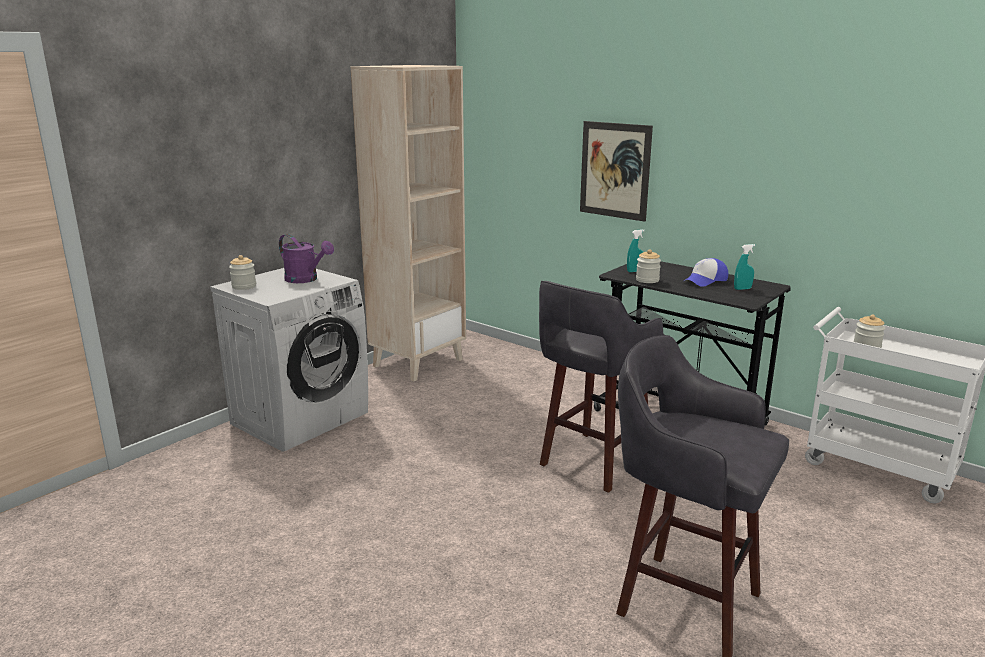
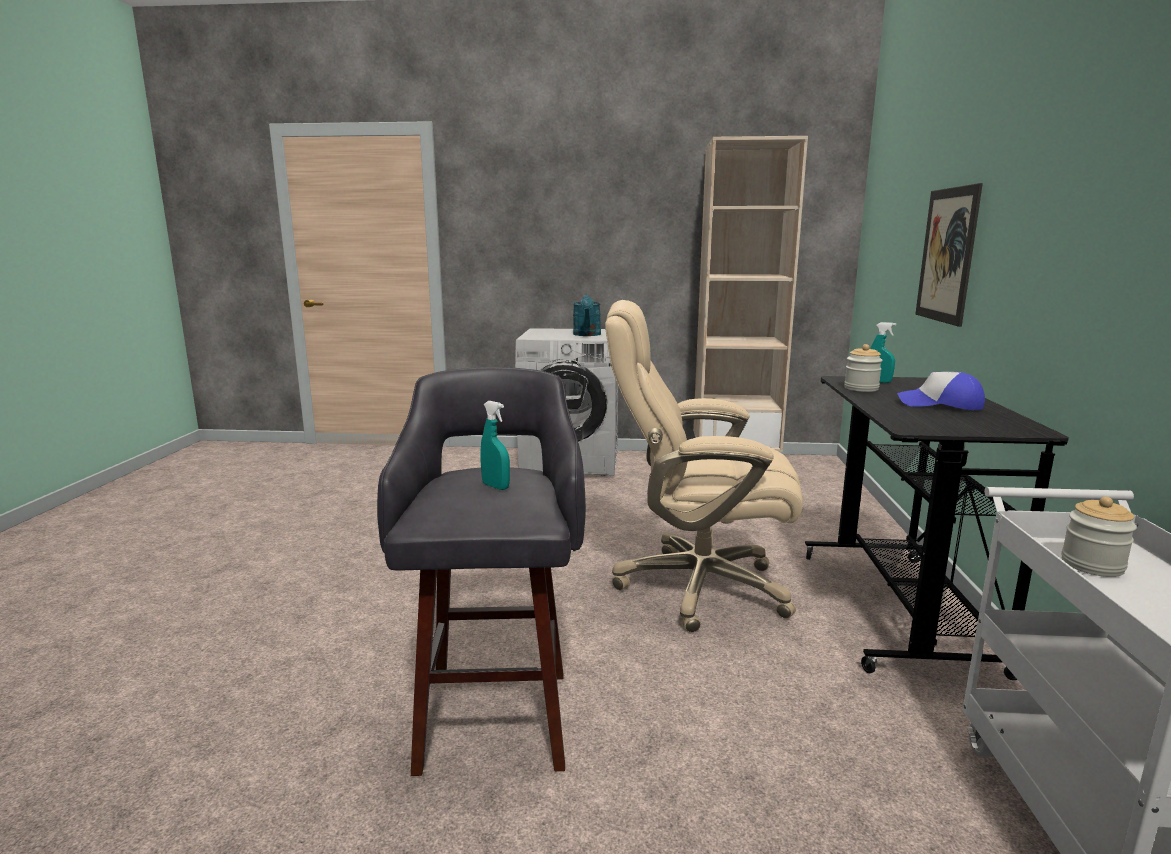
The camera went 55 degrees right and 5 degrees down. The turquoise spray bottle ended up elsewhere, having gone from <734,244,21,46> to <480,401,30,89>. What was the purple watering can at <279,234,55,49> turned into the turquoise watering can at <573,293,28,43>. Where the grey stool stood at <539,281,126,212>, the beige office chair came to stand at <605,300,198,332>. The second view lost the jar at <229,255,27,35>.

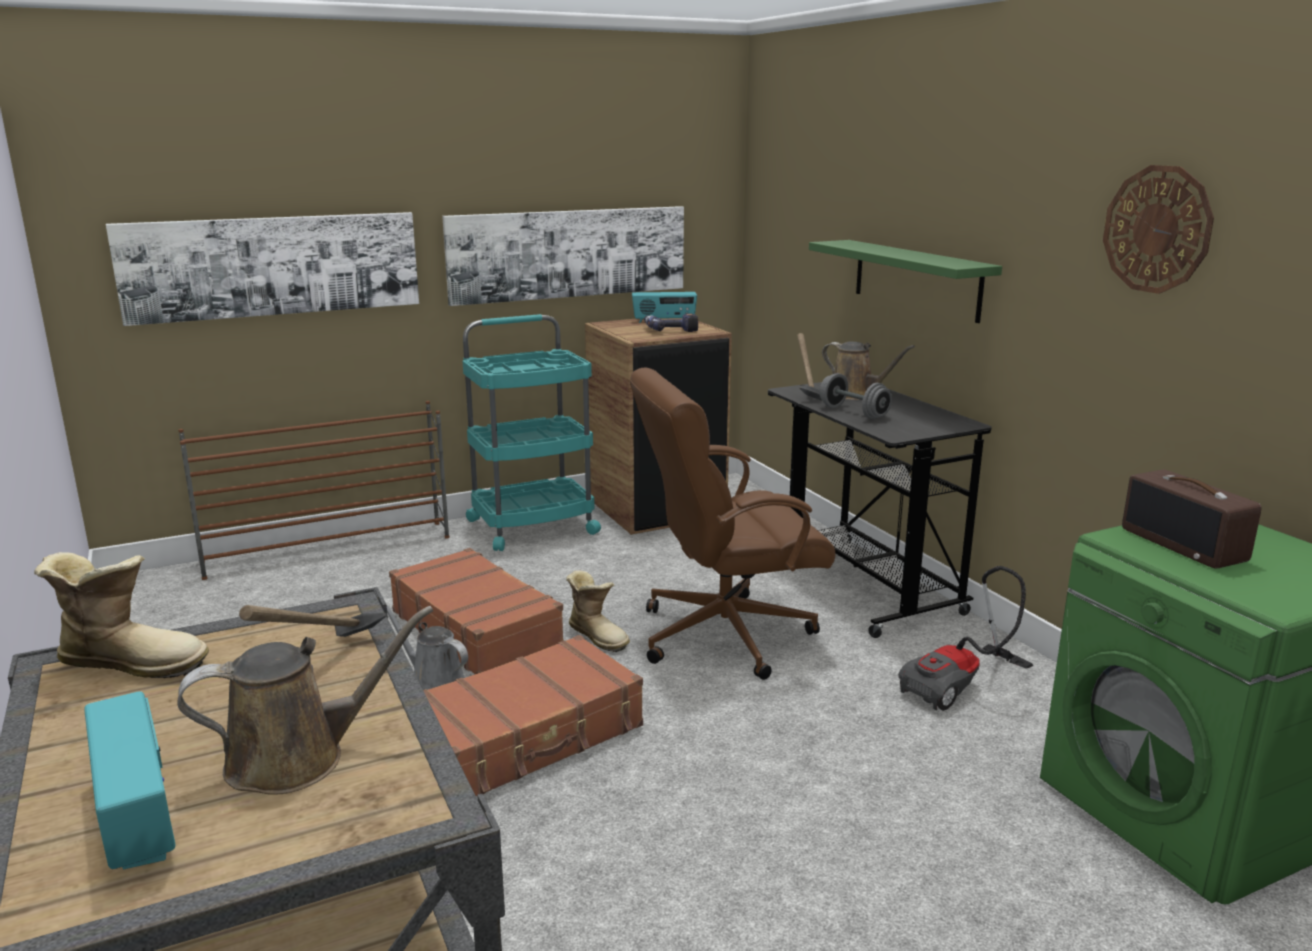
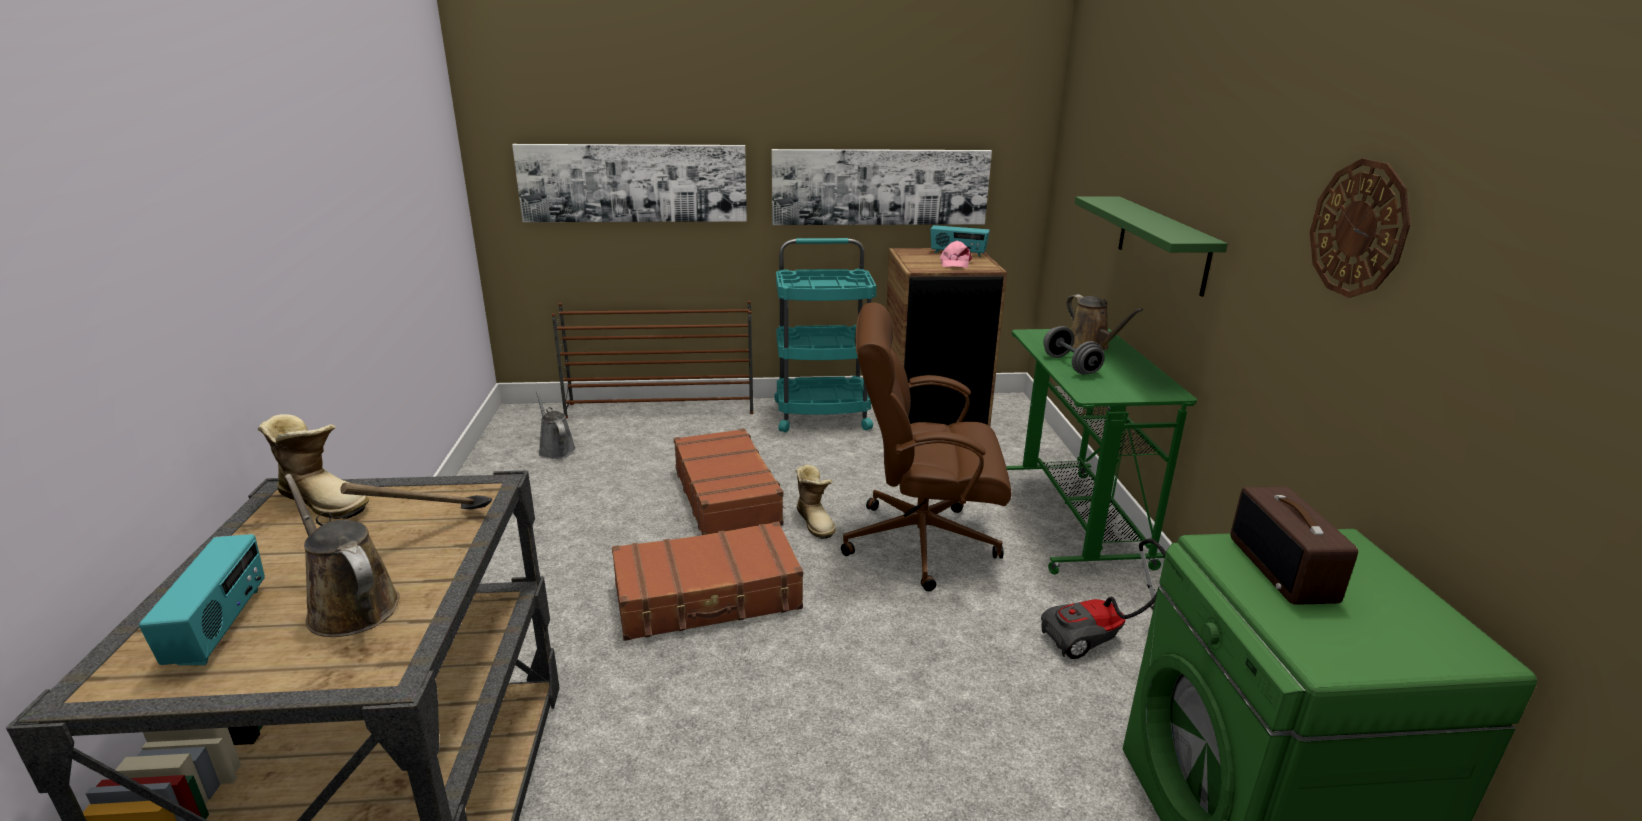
The camera went 20 degrees right and 5 degrees up. The brown watering can at <177,606,256,189> ended up facing another way, 135 degrees counterclockwise from before. The grey watering can ended up elsewhere, having gone from <387,605,81,85> to <536,391,40,68>. Where the power drill stood at <644,314,54,18>, the pink cap came to stand at <940,241,32,27>. What was the black desk at <768,382,224,256> turned into the green desk at <1006,329,191,246>. The second view lost the hammer at <797,333,25,68>.

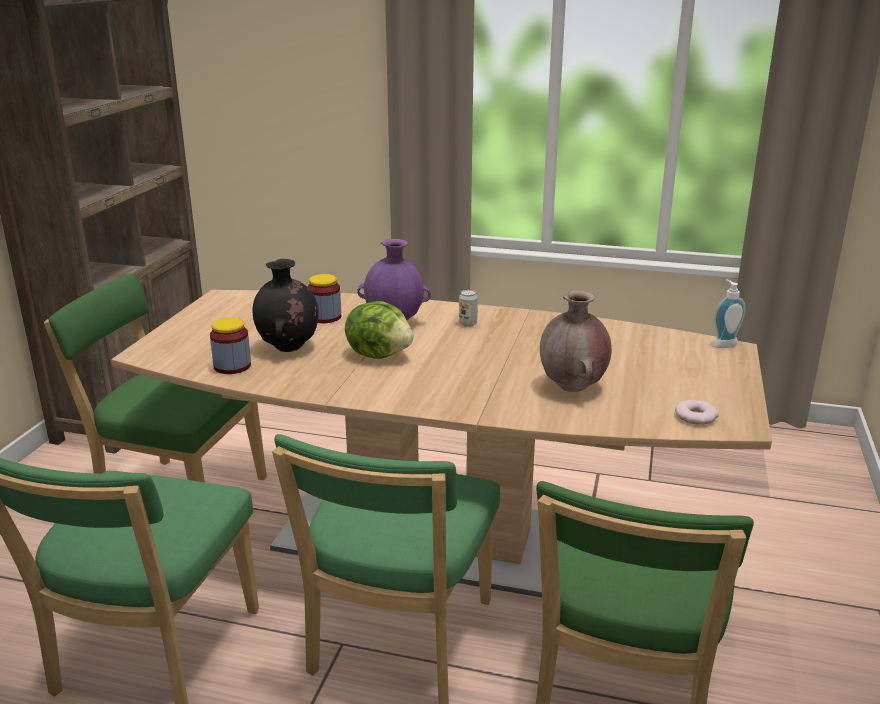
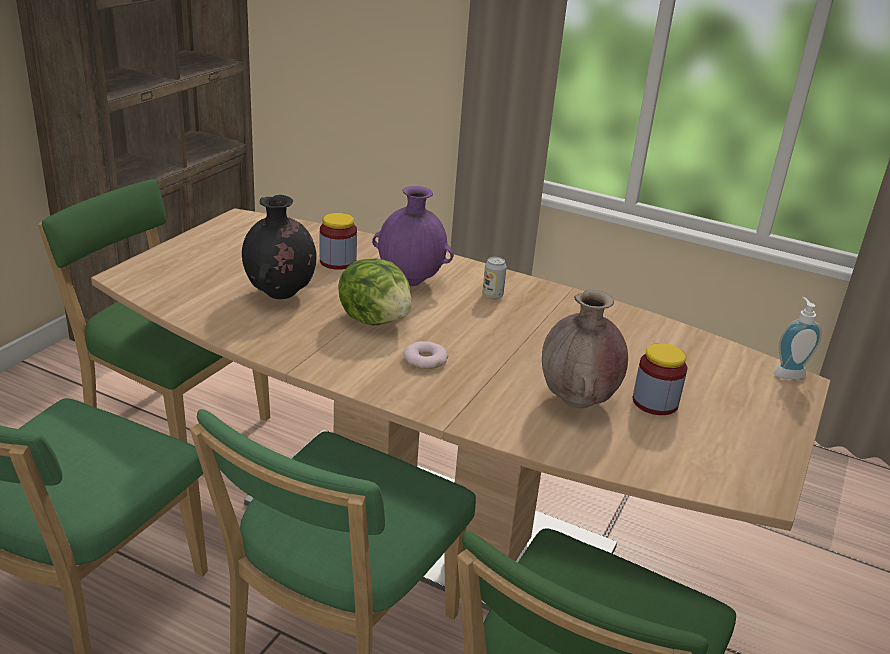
The camera went 10 degrees right and 5 degrees up. The donut ended up elsewhere, having gone from <675,400,44,25> to <403,341,45,28>. The jar ended up elsewhere, having gone from <210,318,41,56> to <633,343,55,72>.

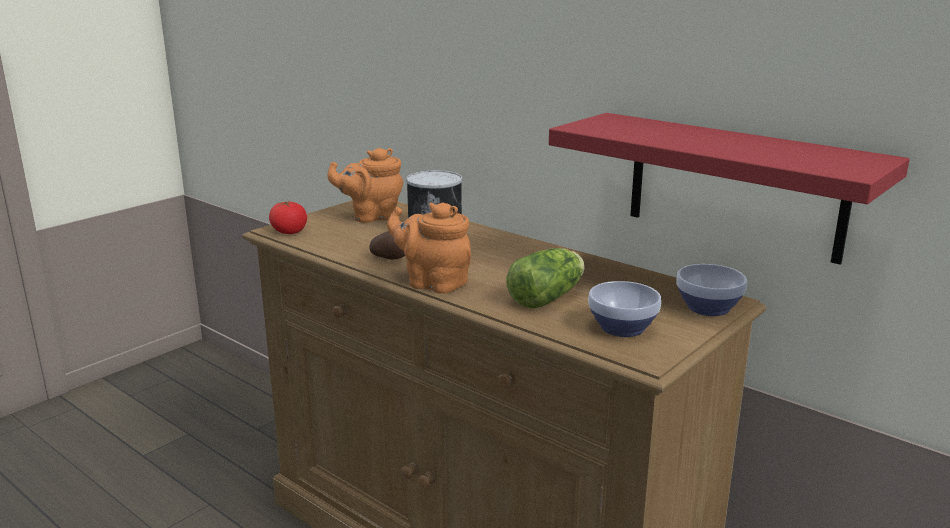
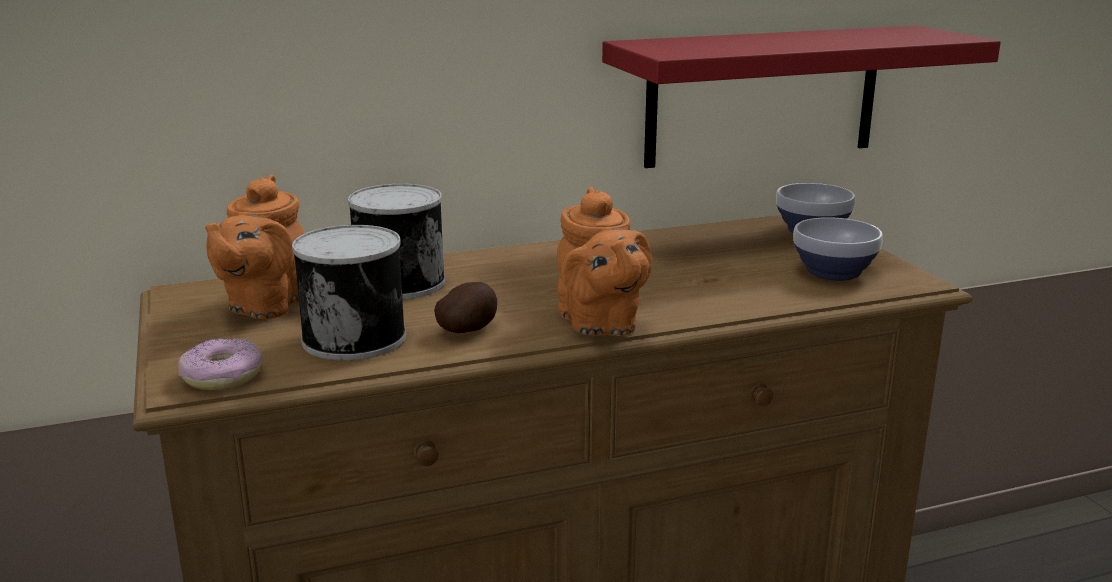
The camera went 60 degrees left and 0 degrees up. Where the tomato stood at <269,201,38,33>, the donut came to stand at <178,338,85,52>. The second view gained the can at <292,225,114,136>. The orange teapot at <387,202,84,92> ended up facing another way, 75 degrees counterclockwise from before. The second view lost the lettuce at <506,248,79,60>.

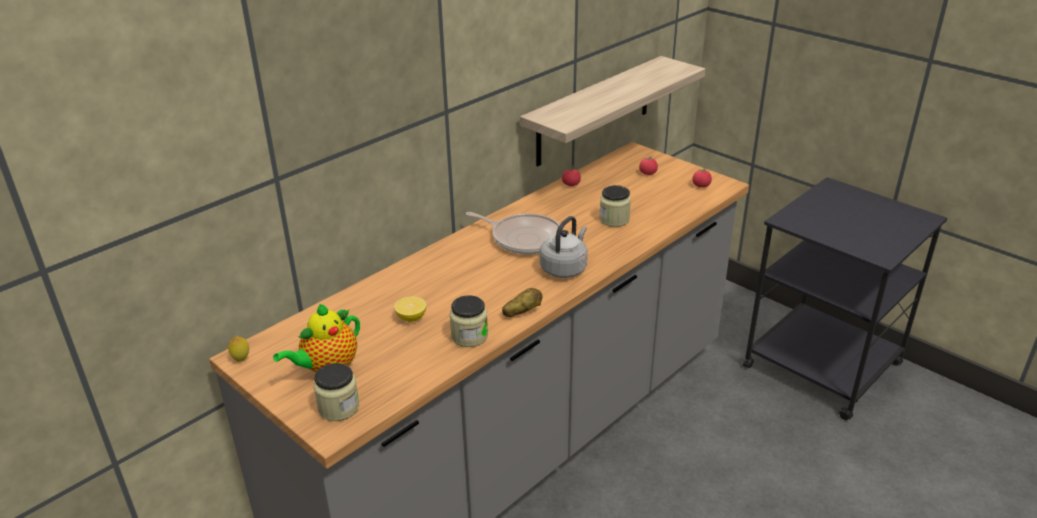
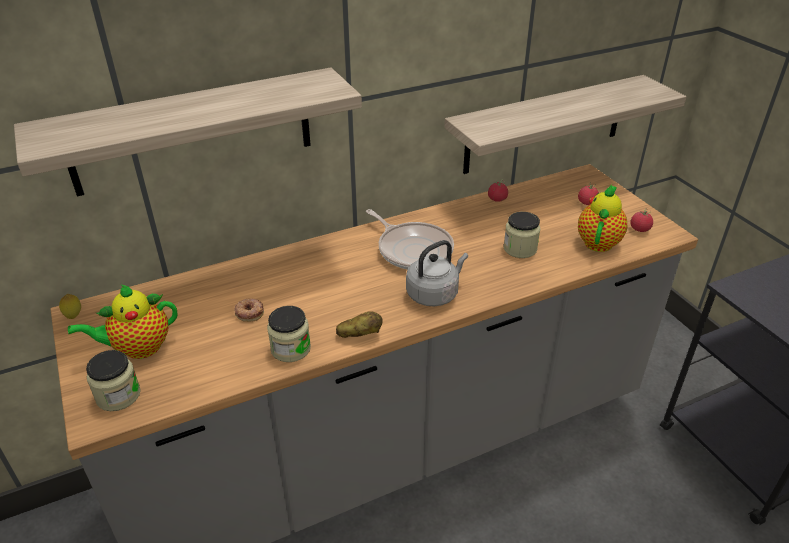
The camera went 20 degrees right and 5 degrees up. The second view gained the shelf at <14,67,348,129>. Where the lemon stood at <394,297,33,25>, the donut came to stand at <235,298,29,24>. The second view gained the teapot at <578,184,49,68>.

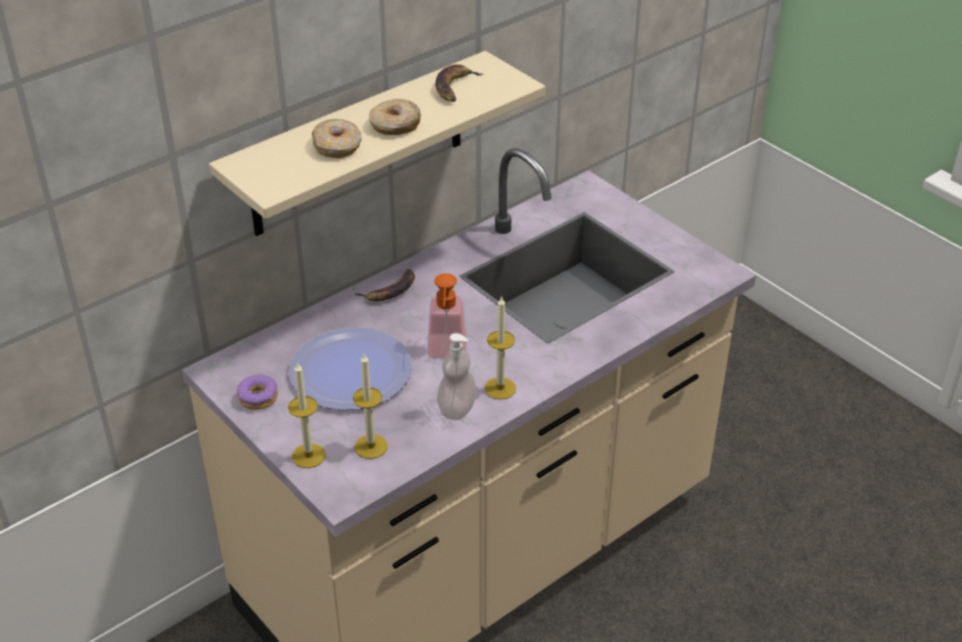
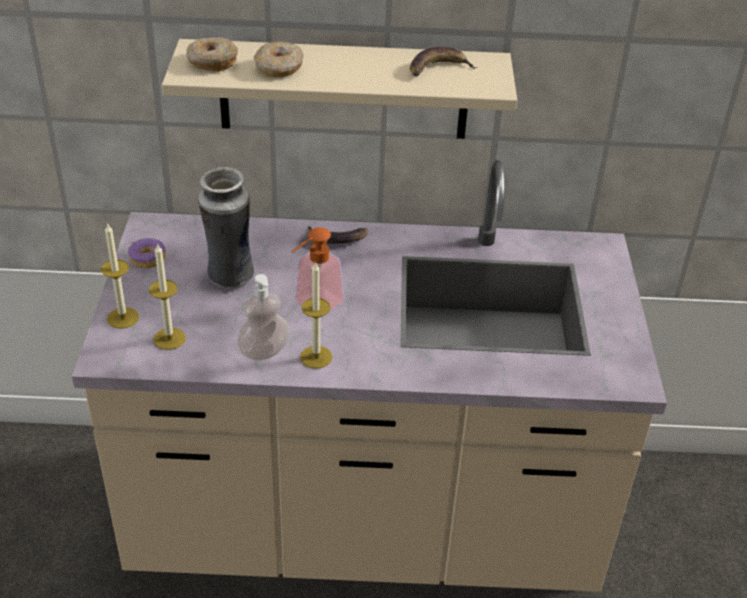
The camera went 40 degrees right and 0 degrees up. The donut ended up elsewhere, having gone from <369,99,52,36> to <186,37,52,35>. Where the plate stood at <289,327,123,83>, the vase came to stand at <198,167,56,122>.

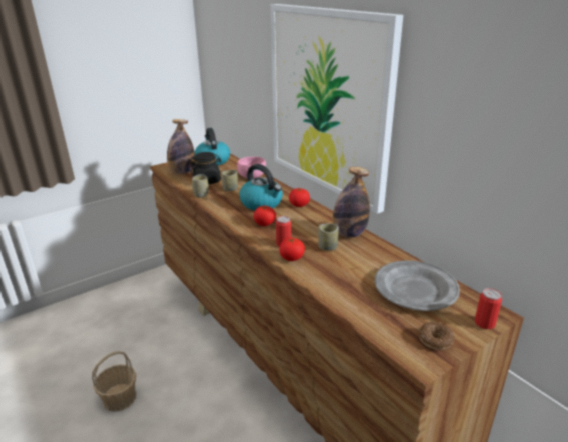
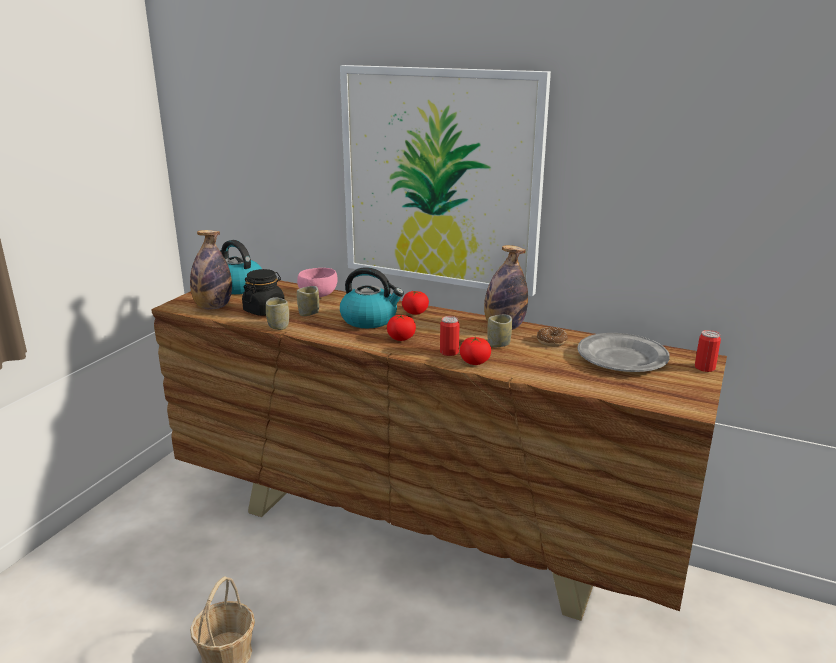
The camera went 30 degrees left and 5 degrees down. The donut ended up elsewhere, having gone from <418,322,37,28> to <537,327,31,19>.

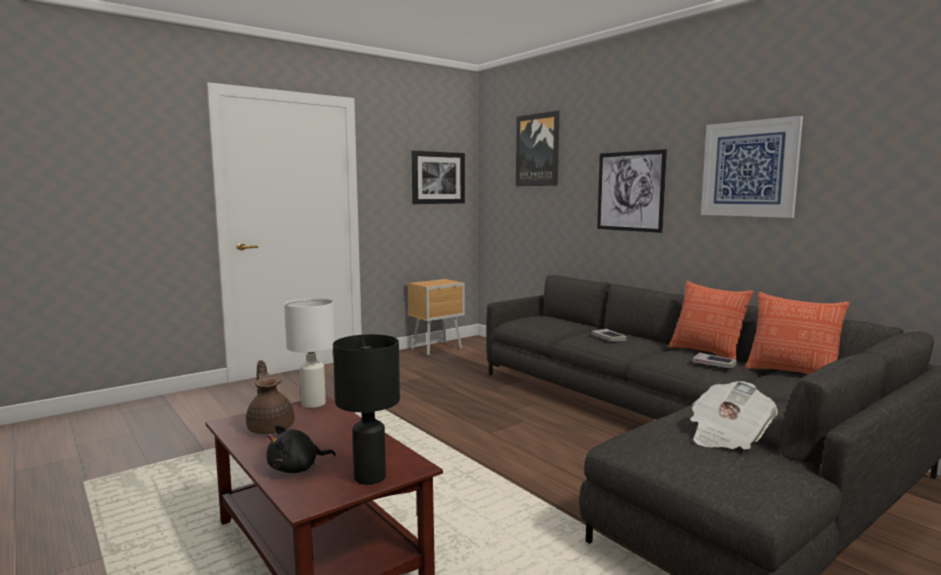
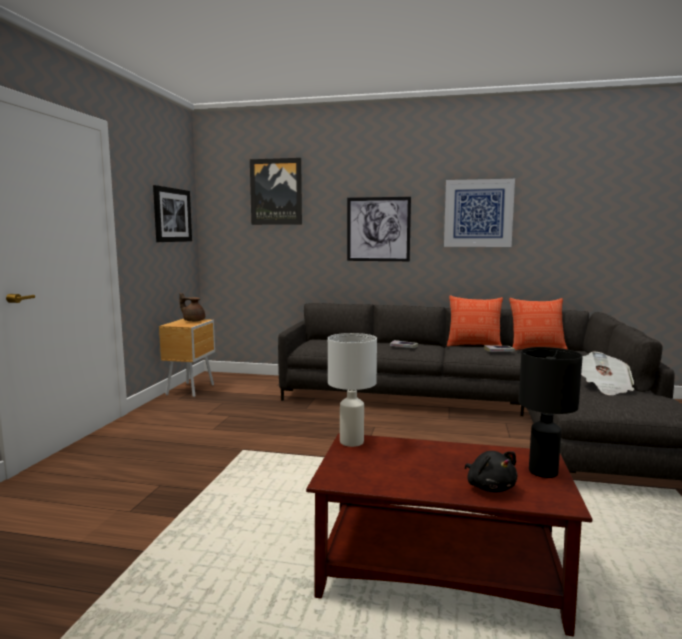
The camera went 40 degrees left and 0 degrees up. The brown teapot ended up elsewhere, having gone from <246,360,49,74> to <179,292,26,30>. The black plush toy at <266,425,70,48> ended up facing another way, 45 degrees counterclockwise from before.

